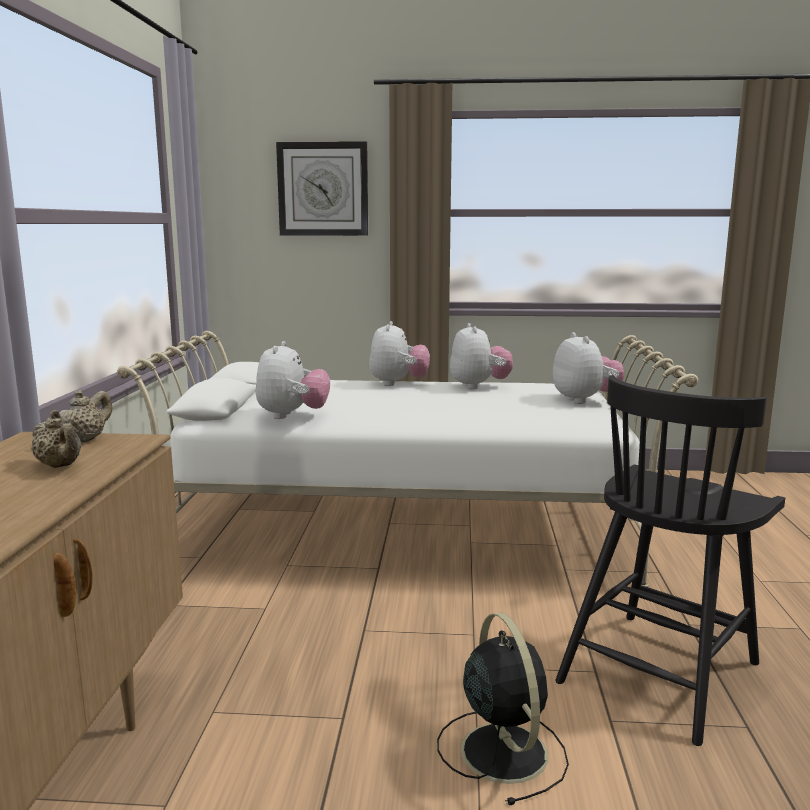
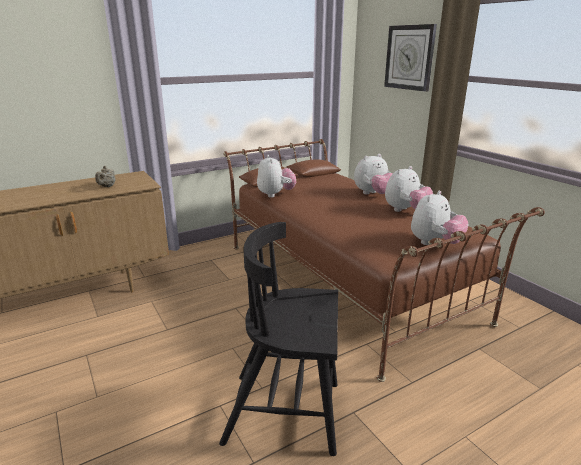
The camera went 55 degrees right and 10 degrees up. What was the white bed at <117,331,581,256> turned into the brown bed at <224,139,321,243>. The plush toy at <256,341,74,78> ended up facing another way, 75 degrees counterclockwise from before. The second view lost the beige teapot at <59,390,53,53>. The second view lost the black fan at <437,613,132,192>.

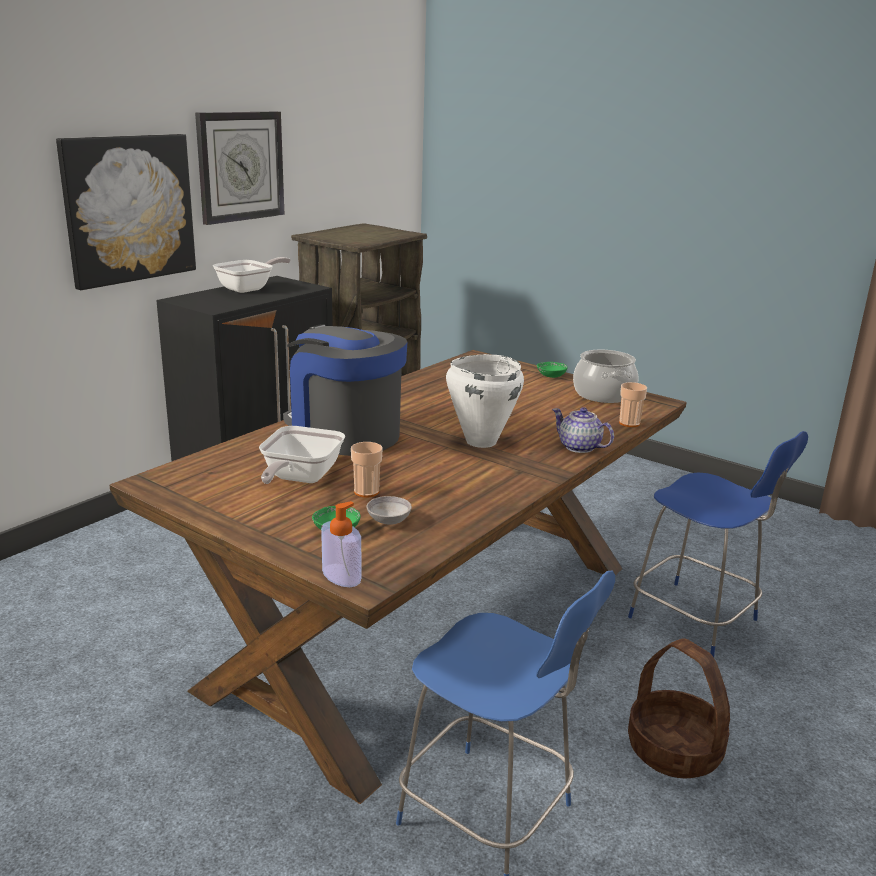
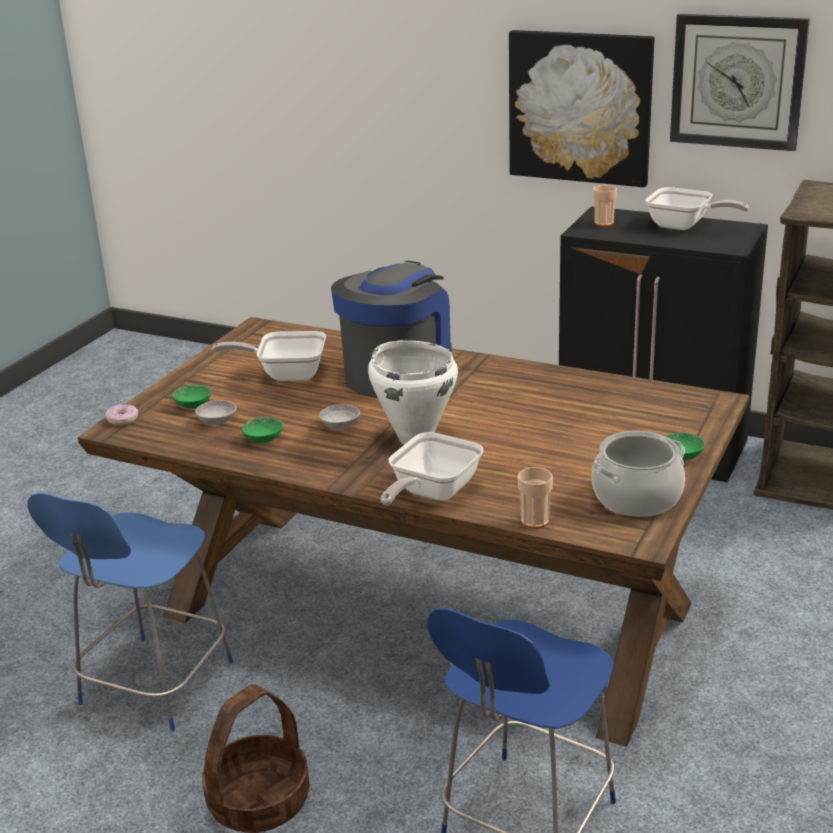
The camera went 80 degrees right and 5 degrees up. Where the soap dispenser stood at <321,501,40,86>, the donut came to stand at <105,404,33,21>. The second view gained the green bowl at <242,417,41,26>. The second view gained the grey bowl at <319,405,41,25>. Where the teapot stood at <552,407,62,46>, the frying pan came to stand at <381,432,103,74>. The cup ended up elsewhere, having gone from <351,442,32,56> to <593,185,24,42>.

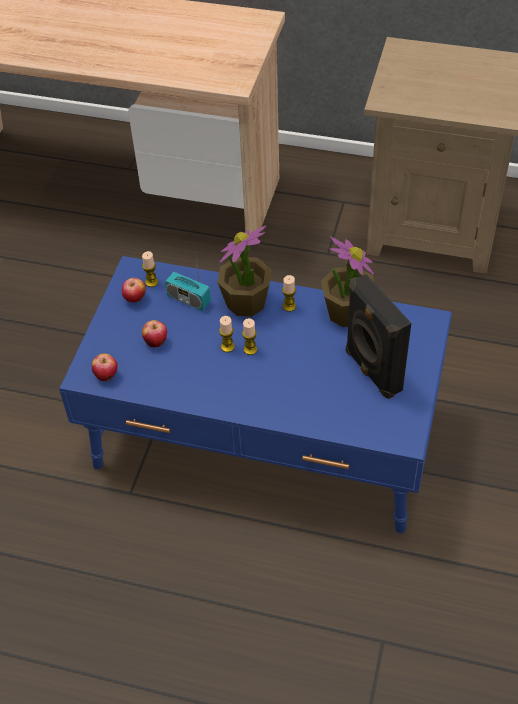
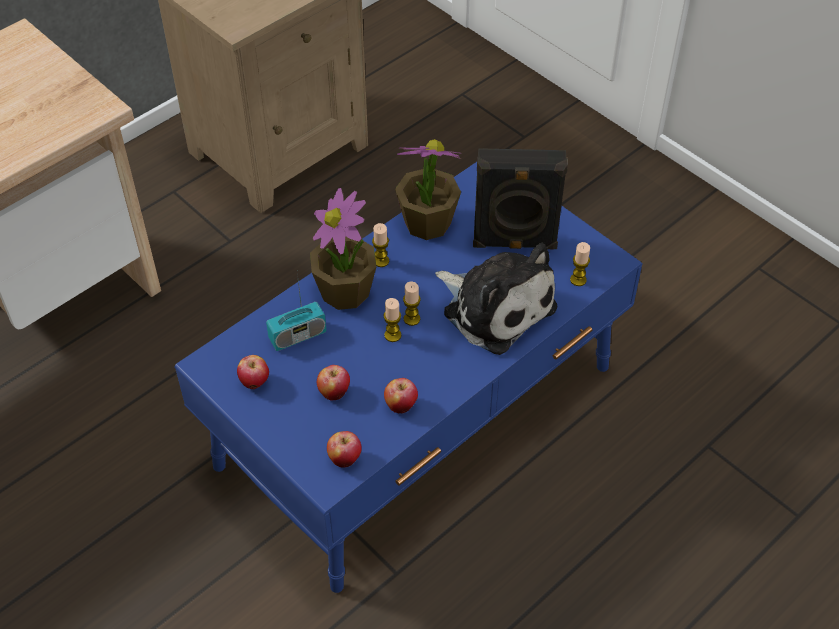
The camera went 60 degrees left and 0 degrees up. The second view gained the apple at <384,378,34,35>. The second view gained the plush toy at <435,243,122,112>. The candle ended up elsewhere, having gone from <142,251,16,36> to <570,242,20,44>.

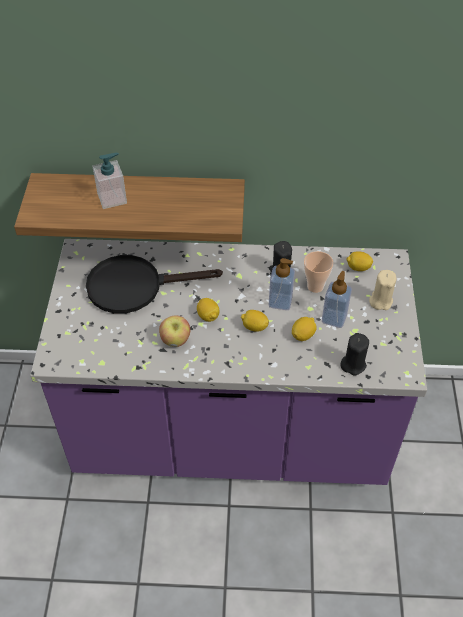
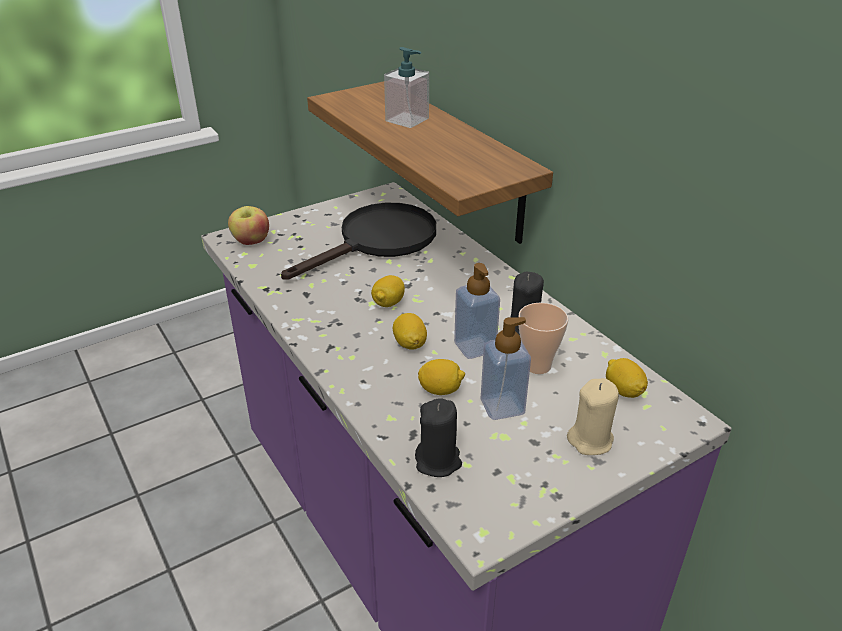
The camera went 55 degrees right and 15 degrees down. The apple ended up elsewhere, having gone from <159,315,31,32> to <228,206,41,39>. The black frying pan at <86,255,137,58> ended up facing another way, 90 degrees clockwise from before.

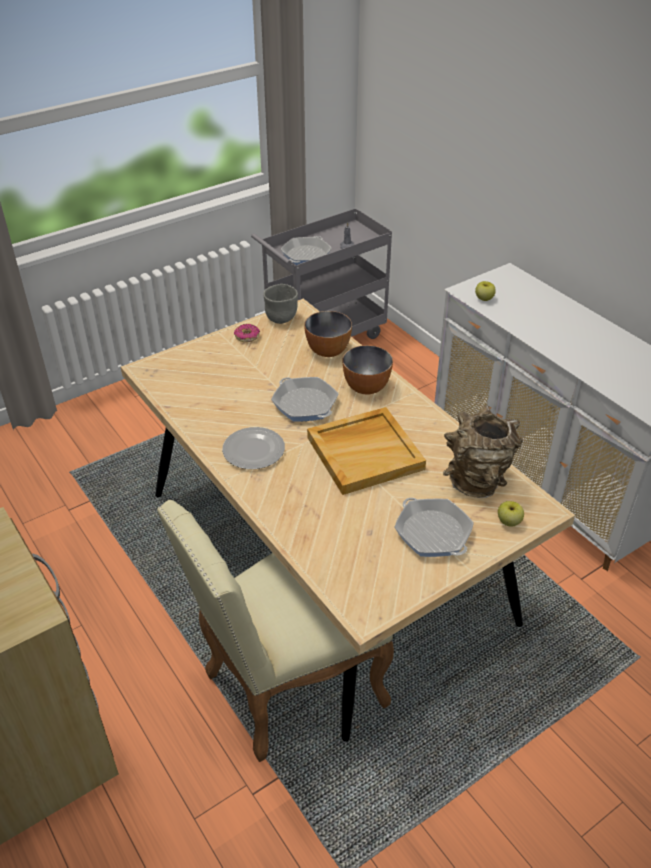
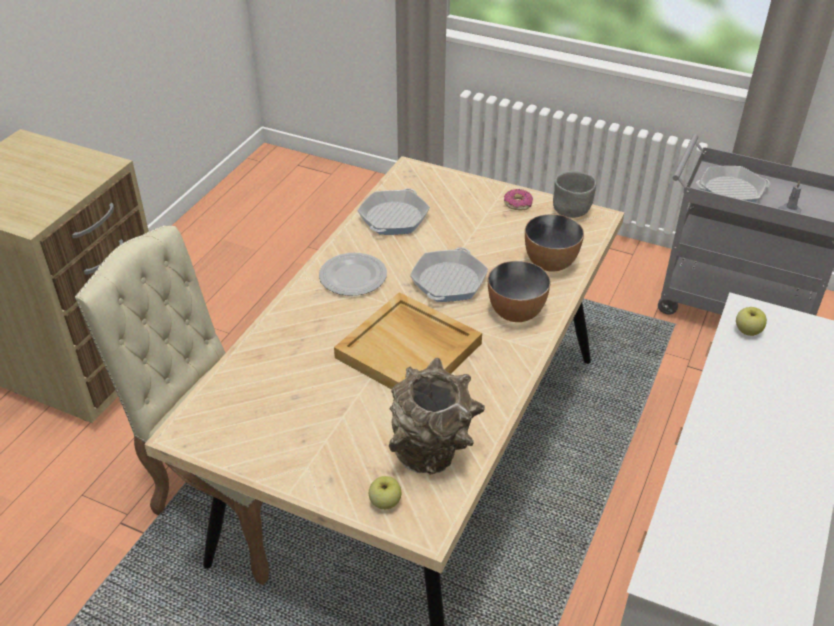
The camera went 60 degrees right and 0 degrees up. The frying pan ended up elsewhere, having gone from <395,498,79,59> to <357,188,73,47>.

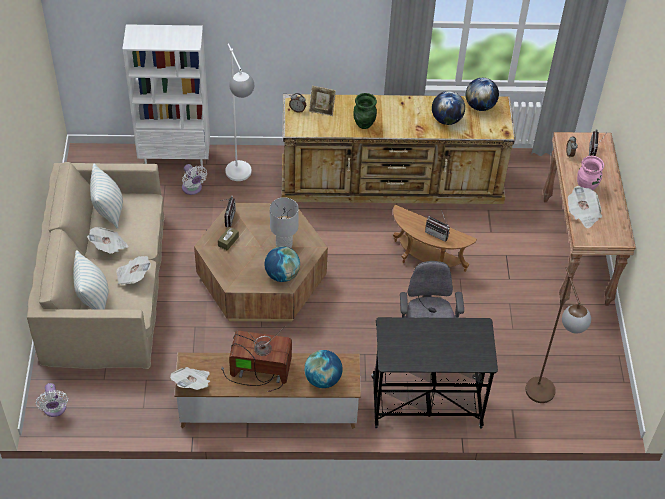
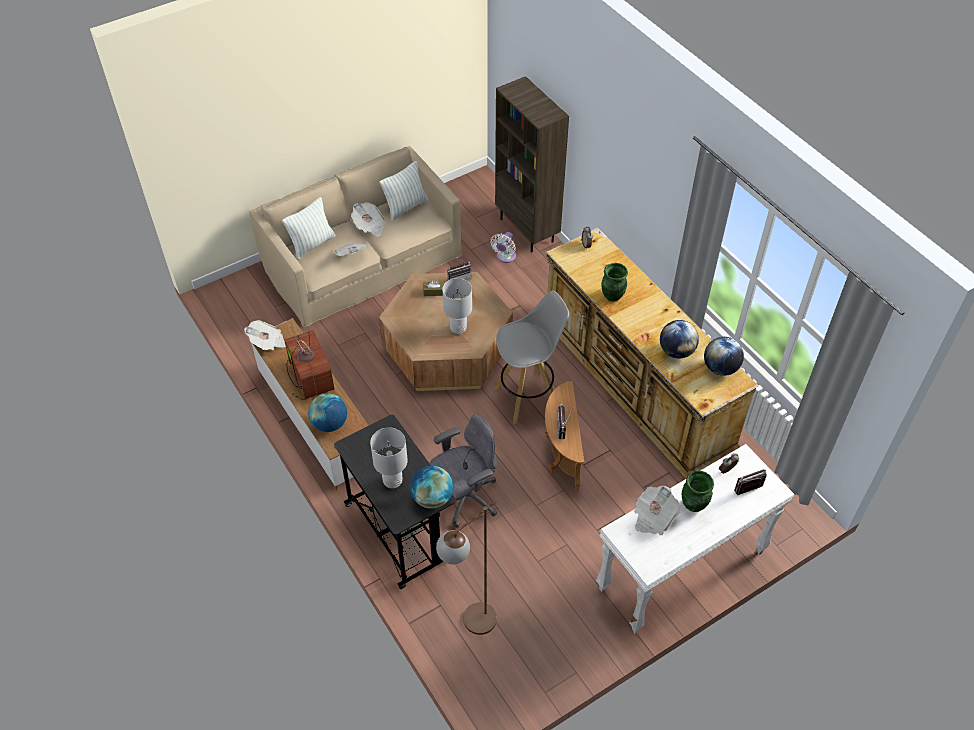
The camera went 60 degrees right and 0 degrees up. The second view gained the grey table lamp at <370,427,38,62>. The globe ended up elsewhere, having gone from <265,246,35,36> to <410,466,43,43>. The second view gained the grey stool at <494,291,75,133>. What was the white bookcase at <123,24,87,146> turned into the brown bookcase at <495,76,74,176>. What was the brown console table at <543,132,93,174> turned into the white console table at <596,444,199,190>. What was the pink vase at <577,156,27,34> turned into the green vase at <682,471,32,41>. The second view lost the white fan at <36,383,32,34>. The second view lost the white floor lamp at <225,44,29,137>. The second view lost the picture frame at <309,86,27,30>.

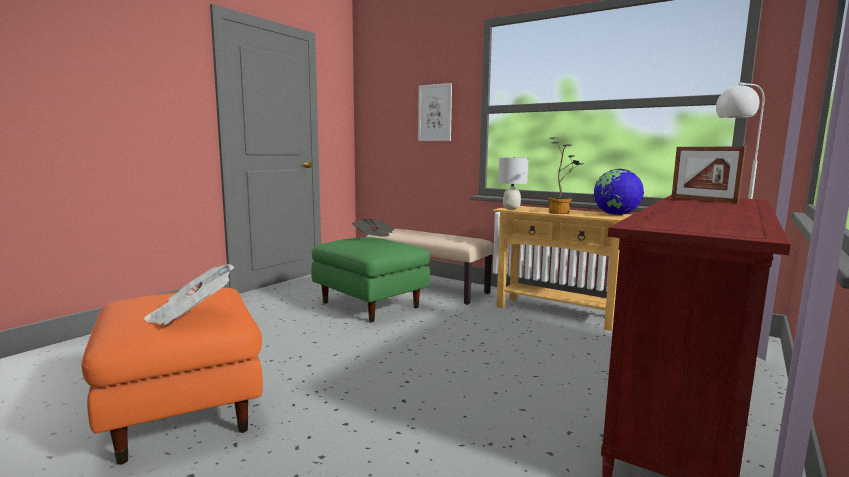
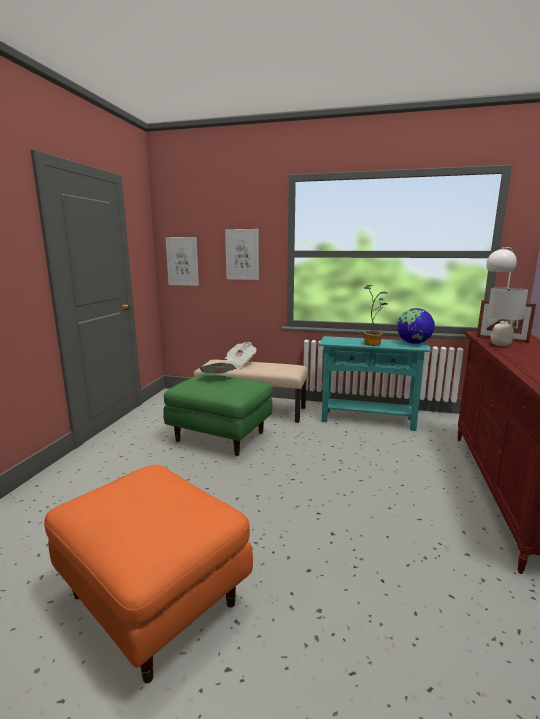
The camera went 20 degrees left and 5 degrees up. The second view gained the picture at <165,237,34,49>. The newspaper ended up elsewhere, having gone from <144,264,90,61> to <225,342,31,25>. What was the beige console table at <493,206,138,125> turned into the turquoise console table at <319,336,112,95>. The grey table lamp ended up elsewhere, having gone from <498,157,30,52> to <487,288,41,58>.

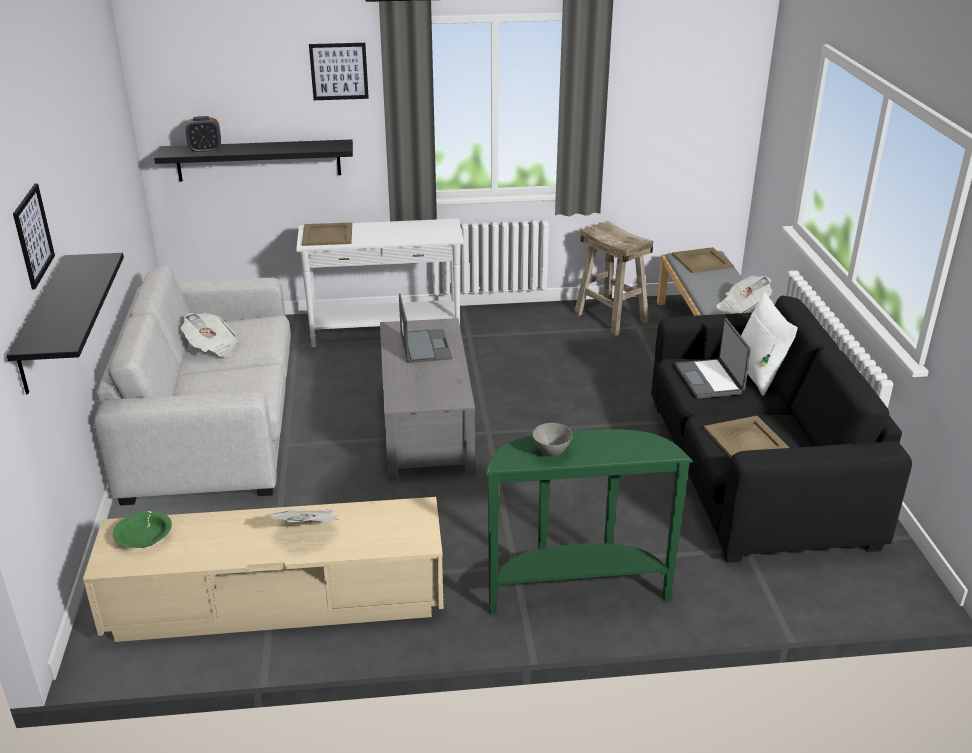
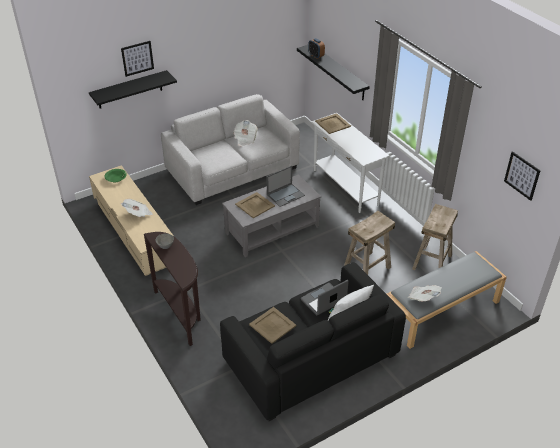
The camera went 65 degrees right and 10 degrees up. What was the green console table at <485,429,208,185> turned into the brown console table at <143,232,58,114>. The beige tray ended up elsewhere, having gone from <672,247,62,26> to <235,192,40,26>. The second view gained the beige stool at <344,211,51,64>. The picture ended up elsewhere, having gone from <309,43,60,57> to <504,151,36,50>.

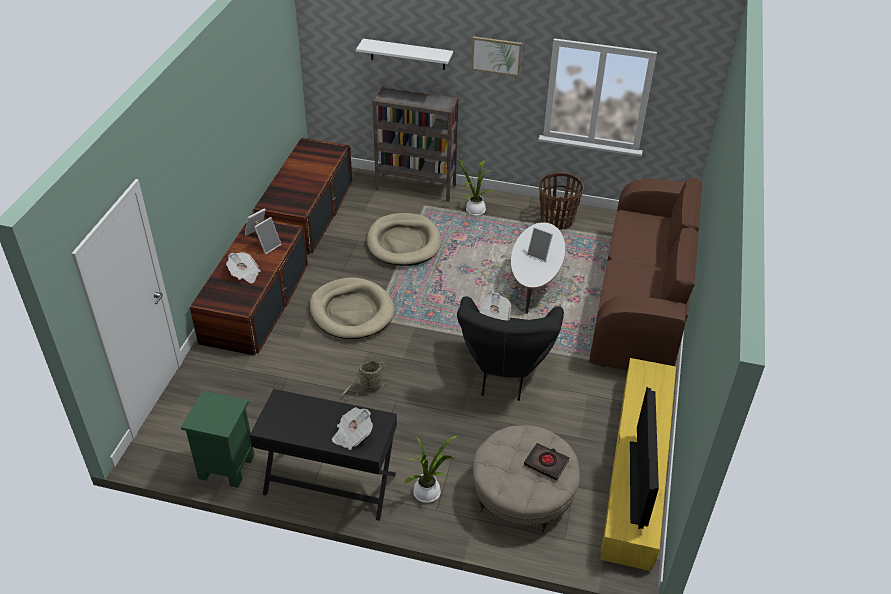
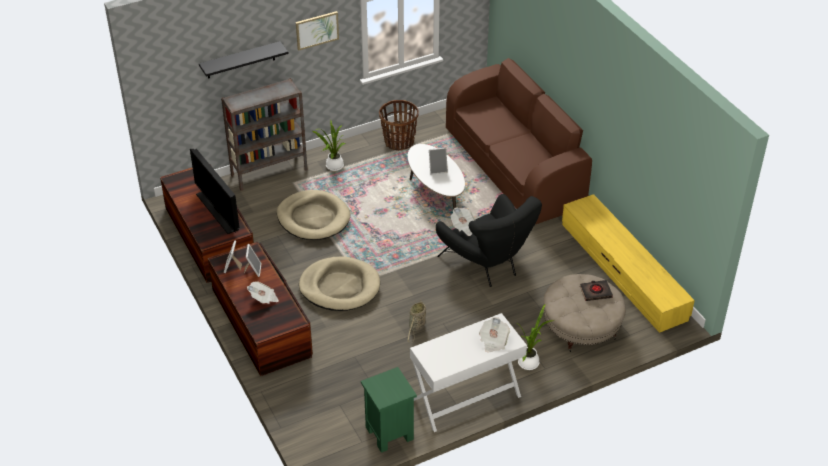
The camera went 40 degrees left and 0 degrees up. The television ended up elsewhere, having gone from <630,387,29,143> to <190,149,49,85>. What was the white shelf at <356,39,97,31> turned into the black shelf at <199,41,90,38>. What was the black console table at <250,389,147,132> turned into the white console table at <410,313,117,119>.

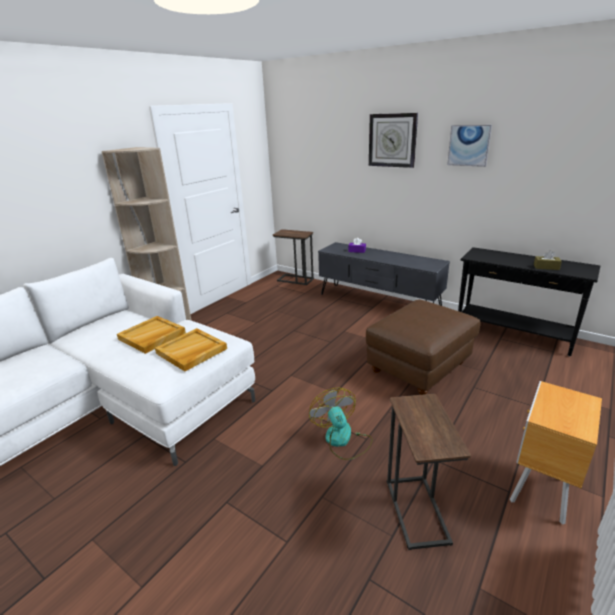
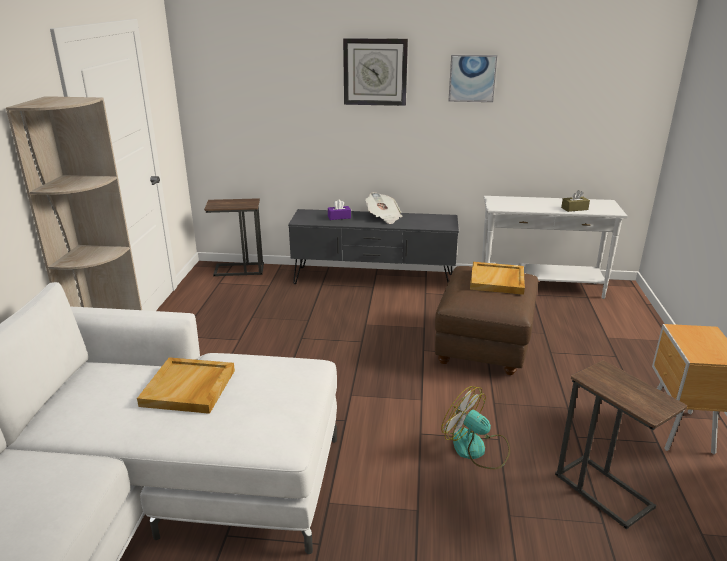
The camera went 30 degrees left and 0 degrees up. The second view gained the newspaper at <365,192,37,32>. The beige tray ended up elsewhere, having gone from <155,328,72,43> to <470,262,55,33>. What was the black console table at <458,247,142,109> turned into the white console table at <482,196,145,103>.

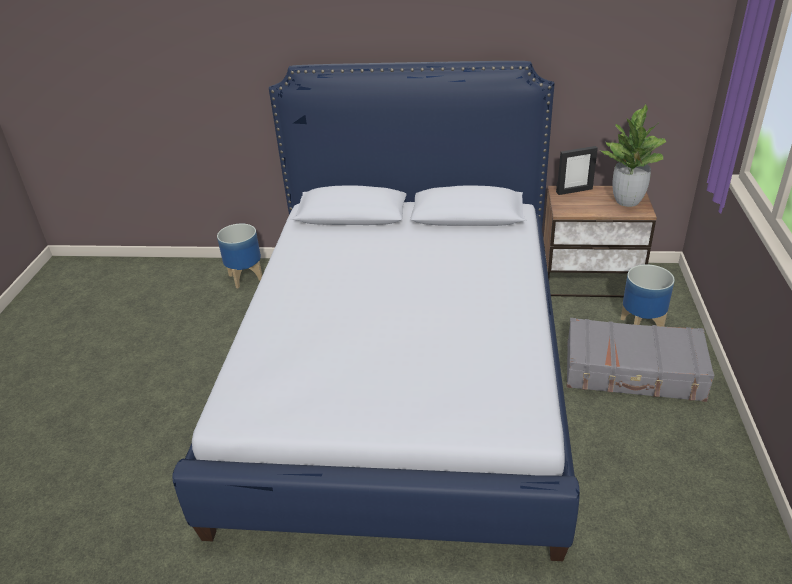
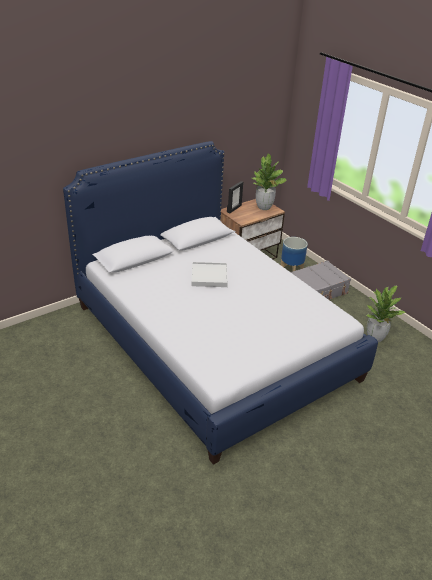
The camera went 45 degrees left and 0 degrees up. The second view gained the white tray at <191,262,37,25>. The second view gained the potted plant at <366,286,39,56>. The second view lost the planter at <217,223,45,65>.

